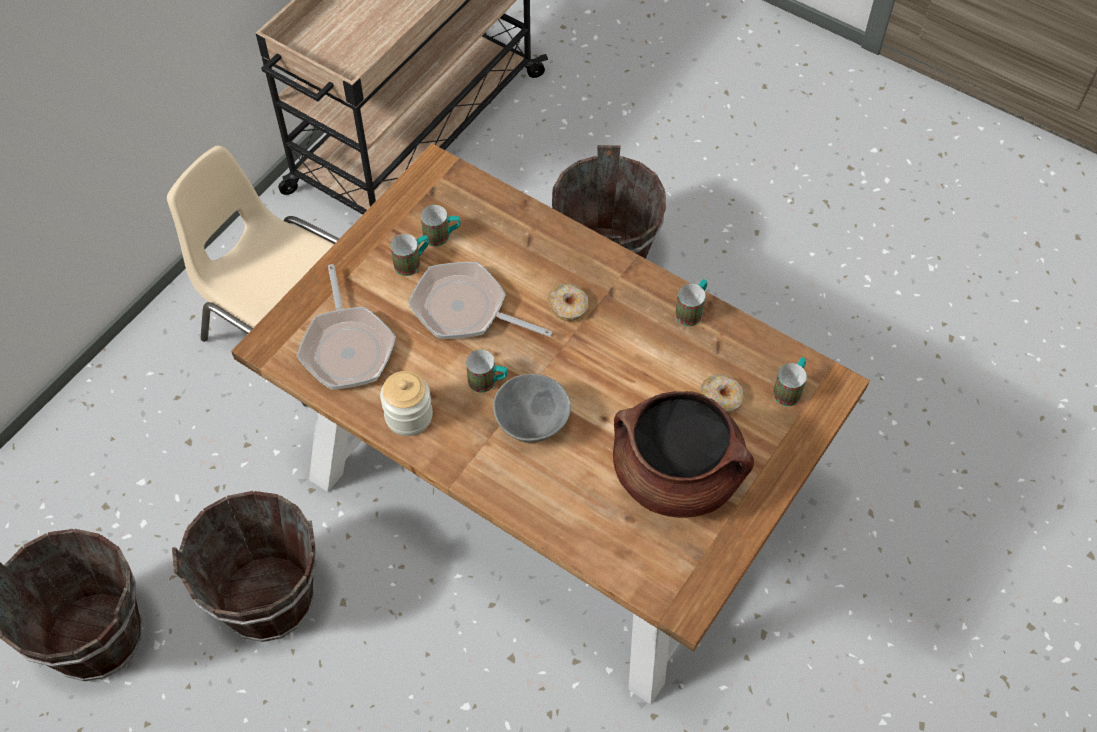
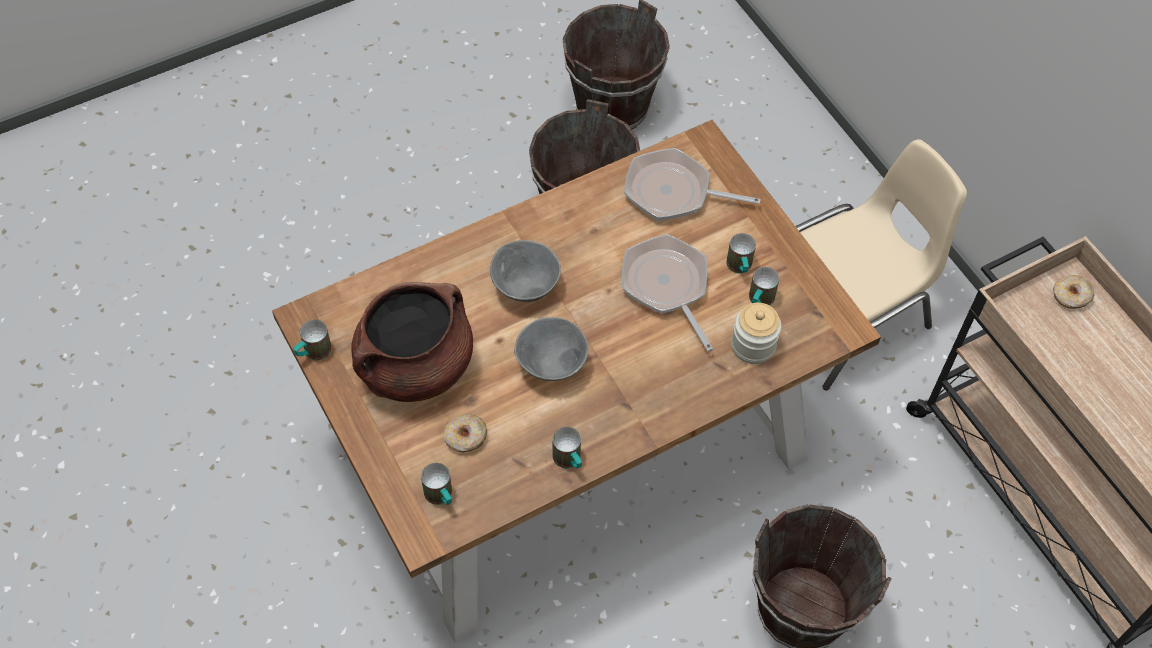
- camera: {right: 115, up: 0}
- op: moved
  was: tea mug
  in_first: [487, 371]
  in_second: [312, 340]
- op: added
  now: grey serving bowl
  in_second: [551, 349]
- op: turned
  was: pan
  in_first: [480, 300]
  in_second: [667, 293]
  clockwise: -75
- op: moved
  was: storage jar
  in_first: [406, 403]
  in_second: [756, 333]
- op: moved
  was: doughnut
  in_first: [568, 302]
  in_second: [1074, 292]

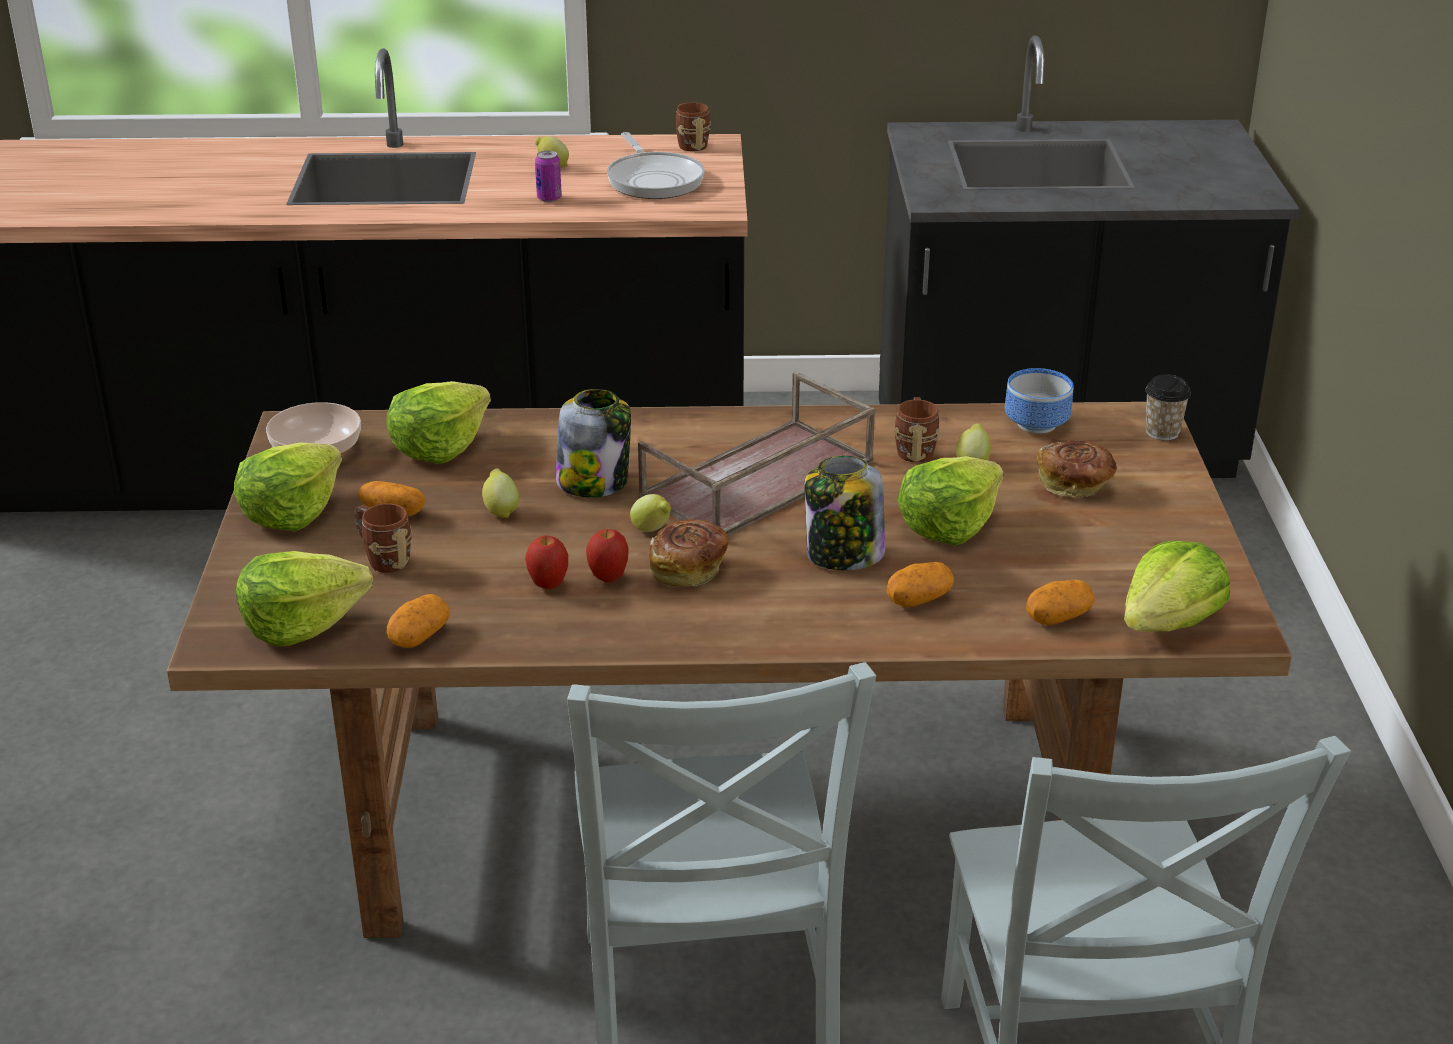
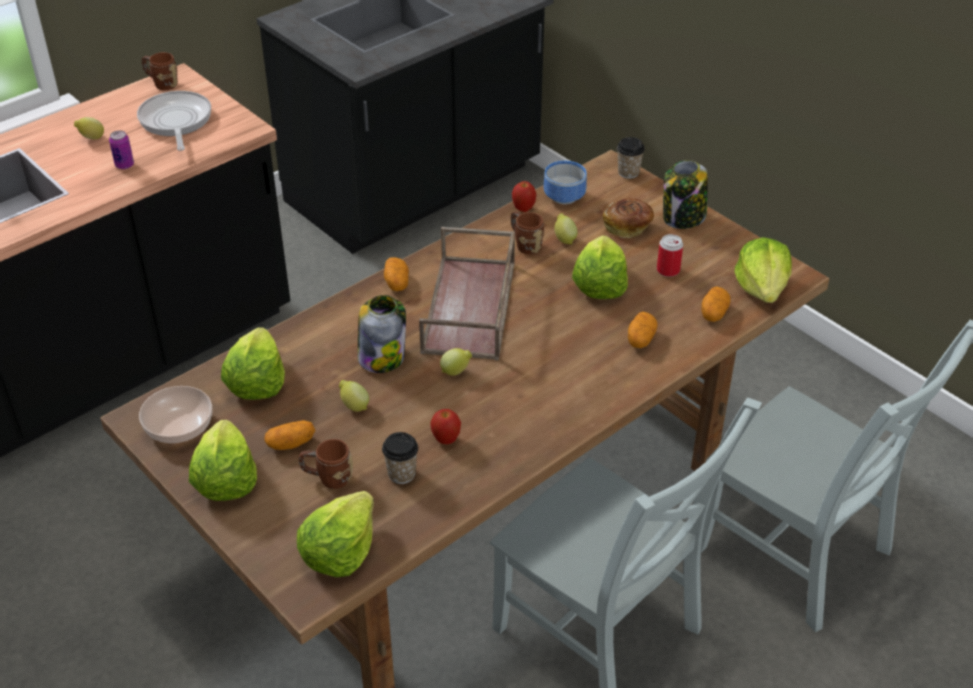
- camera: {right: -40, up: 10}
- op: turned
  was: pan
  in_first: [656, 165]
  in_second: [174, 121]
  clockwise: -135
- op: added
  now: cup
  in_second: [400, 458]
- op: moved
  was: spud
  in_first: [418, 621]
  in_second: [396, 274]
- op: moved
  was: apple fruit
  in_first: [607, 555]
  in_second: [524, 196]
- op: added
  now: can
  in_second: [670, 255]
- op: moved
  was: storage jar
  in_first: [845, 513]
  in_second: [685, 194]
- op: removed
  was: bread
  in_first: [689, 552]

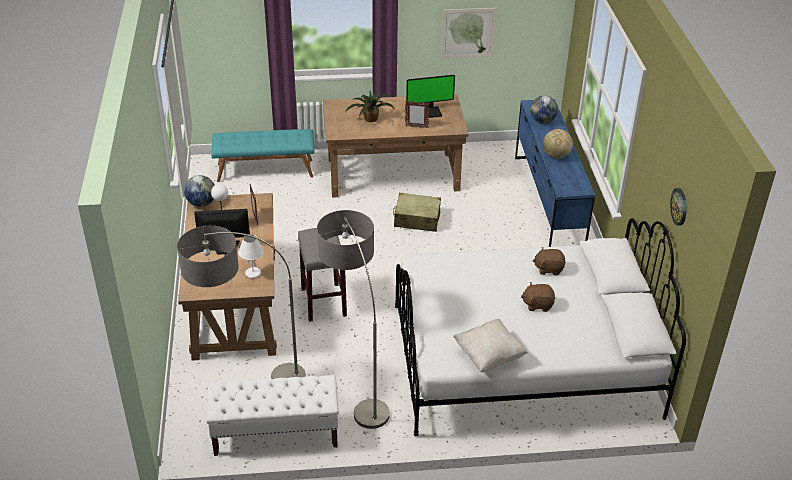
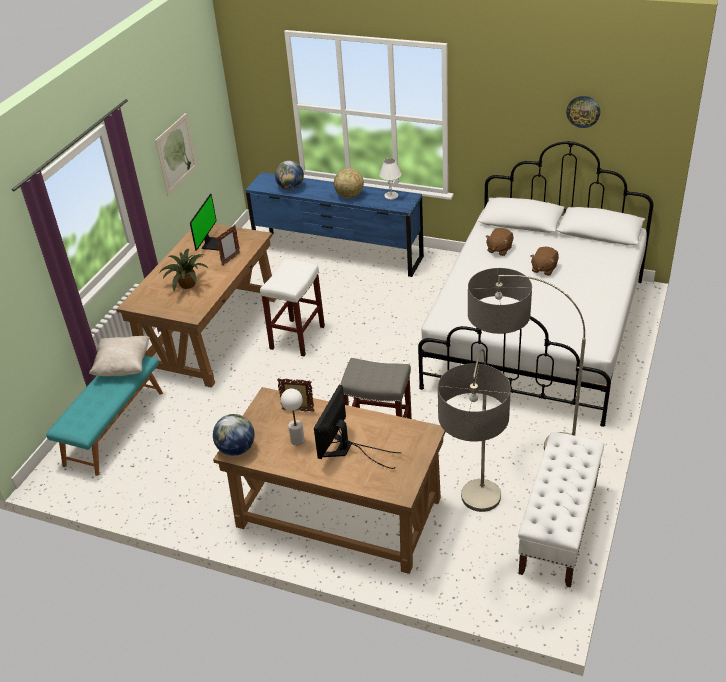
- camera: {right: -60, up: 0}
- op: moved
  was: beige cushion
  in_first: [490, 345]
  in_second: [119, 356]
- op: replaced
  was: beige travel case
  now: white-coloured stool seat
  in_first: [417, 212]
  in_second: [292, 307]
- op: moved
  was: white-coloured table lamp
  in_first: [251, 256]
  in_second: [390, 179]

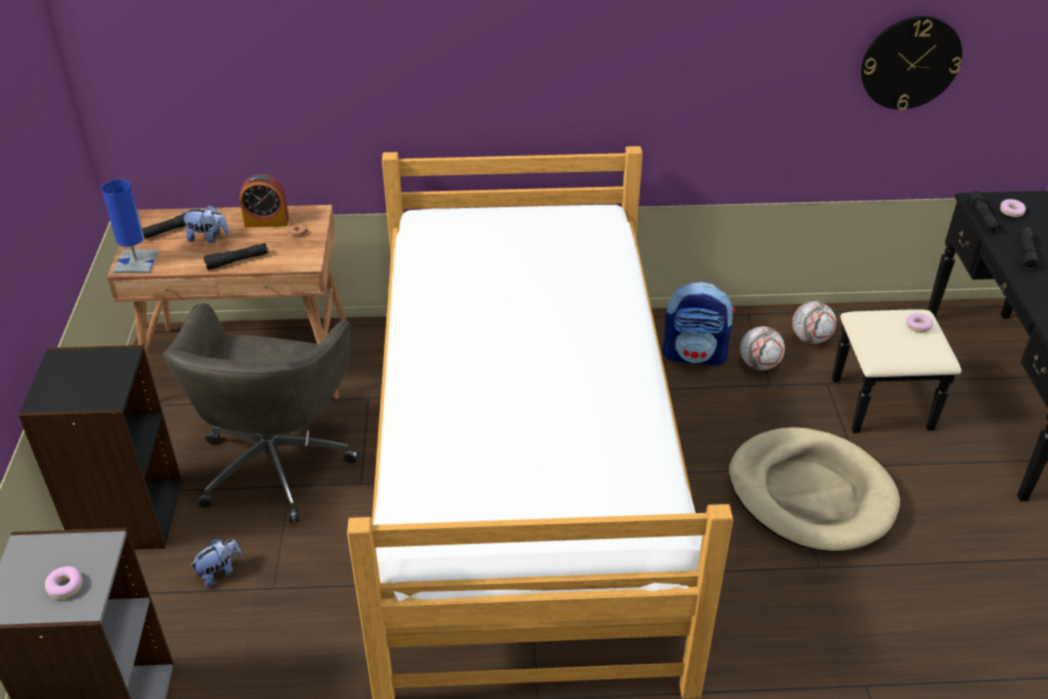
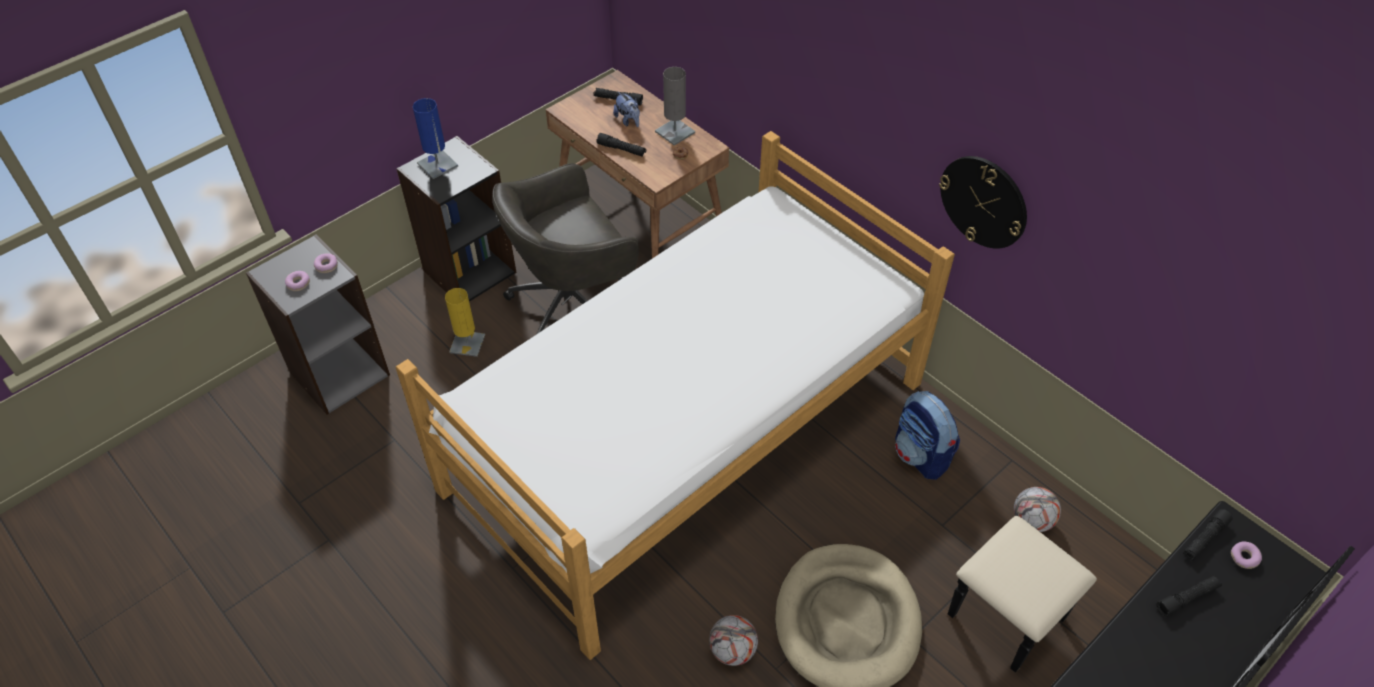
- camera: {right: 50, up: 10}
- op: moved
  was: doughnut
  in_first: [919, 322]
  in_second: [326, 263]
- op: moved
  was: blue-coloured table lamp
  in_first: [130, 226]
  in_second: [435, 138]
- op: replaced
  was: soft toy
  now: yellowish table lamp
  in_first: [216, 562]
  in_second: [465, 322]
- op: replaced
  was: table clock
  now: grey table lamp
  in_first: [264, 200]
  in_second: [675, 106]
- op: moved
  was: football ball
  in_first: [762, 348]
  in_second: [733, 640]
- op: moved
  was: wall clock
  in_first: [911, 63]
  in_second: [983, 202]

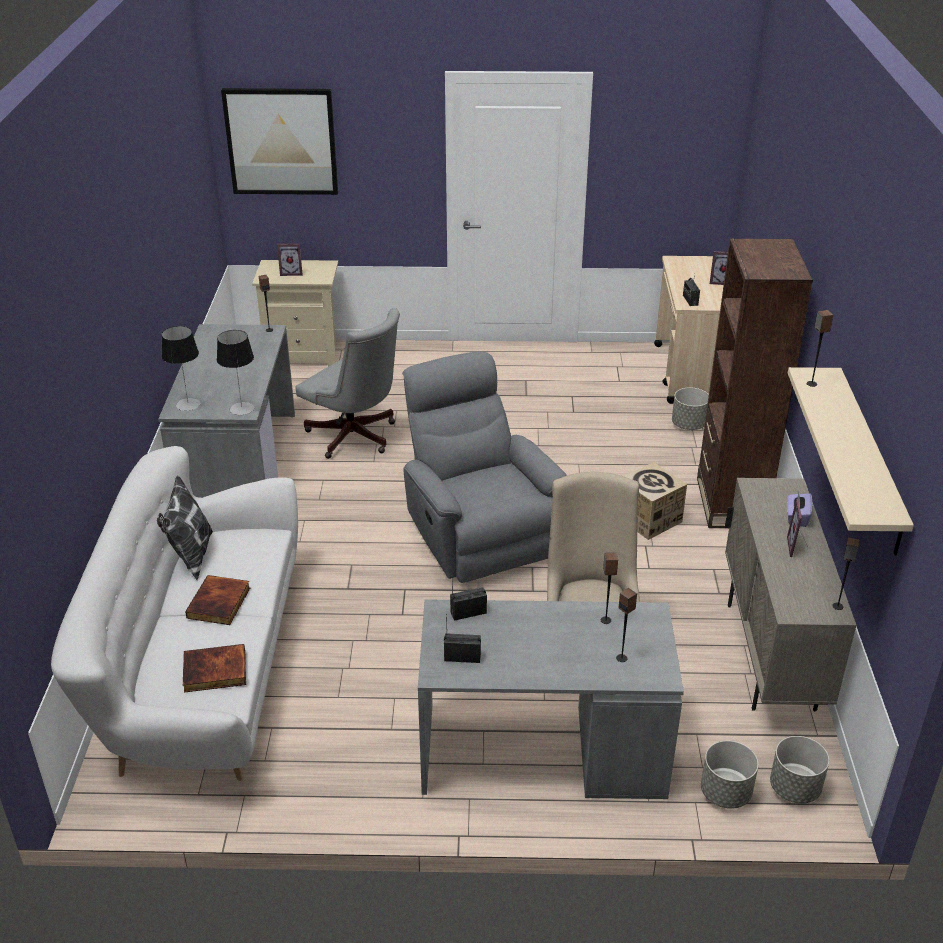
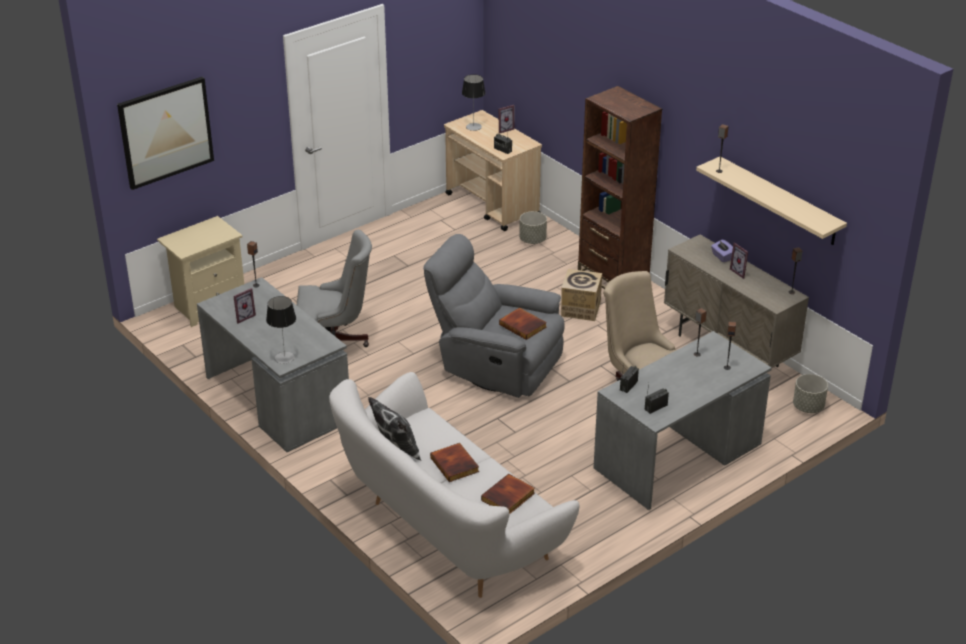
- camera: {right: -40, up: 0}
- op: moved
  was: picture frame
  in_first: [290, 260]
  in_second: [244, 305]
- op: moved
  was: table lamp
  in_first: [235, 372]
  in_second: [473, 102]
- op: added
  now: volume
  in_second: [523, 324]
- op: removed
  was: grey plant pot
  in_first: [729, 775]

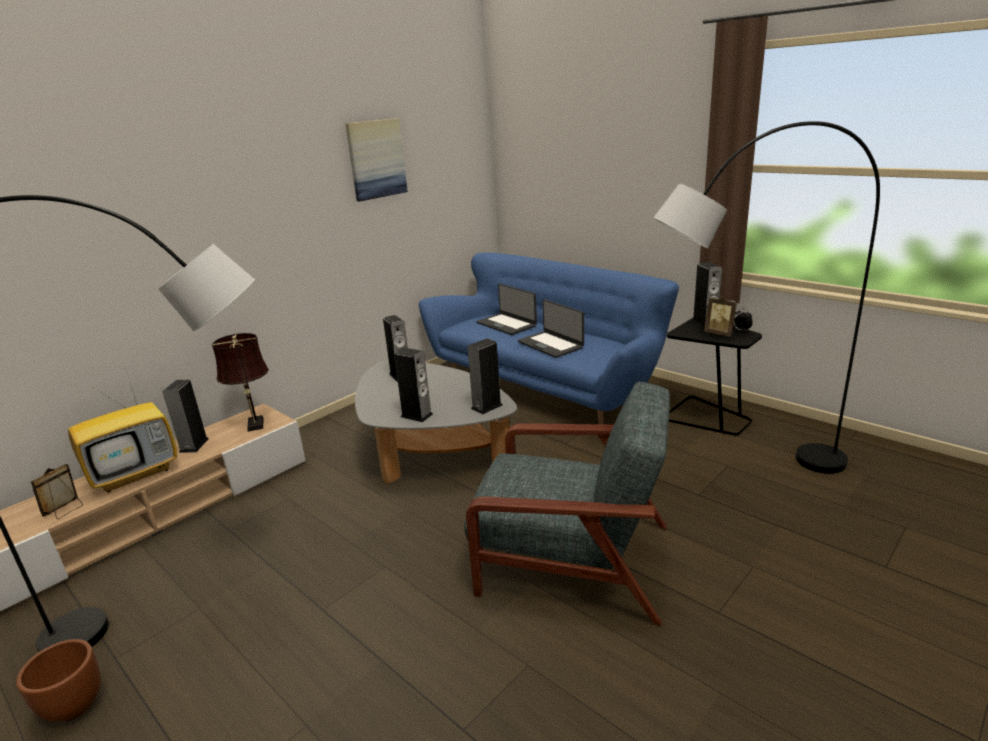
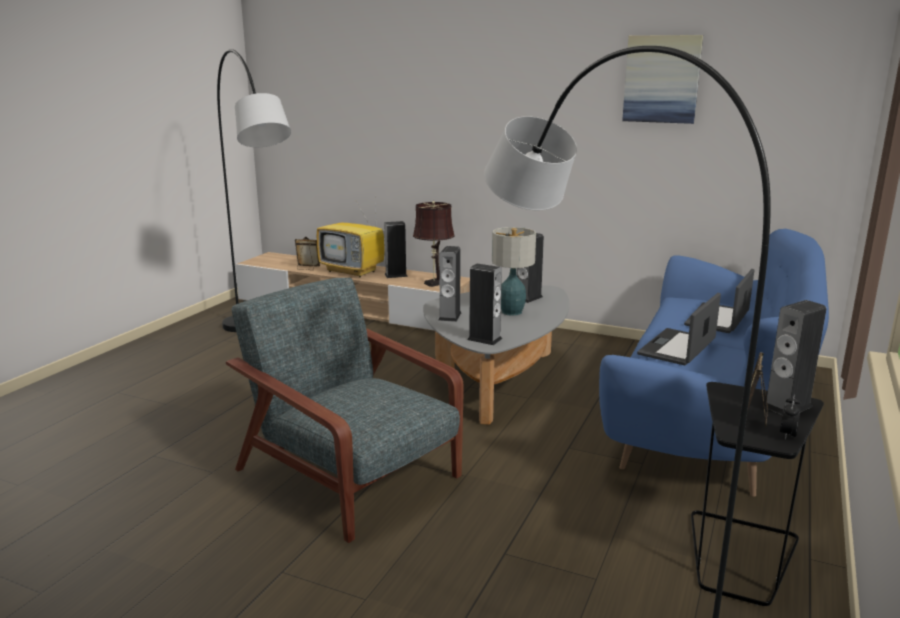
- camera: {right: 70, up: -5}
- op: turned
  was: grey easy chair
  in_first: [567, 503]
  in_second: [345, 410]
  clockwise: 135
- op: added
  now: table lamp
  in_second: [514, 271]
- op: removed
  was: brownish plant pot
  in_first: [58, 680]

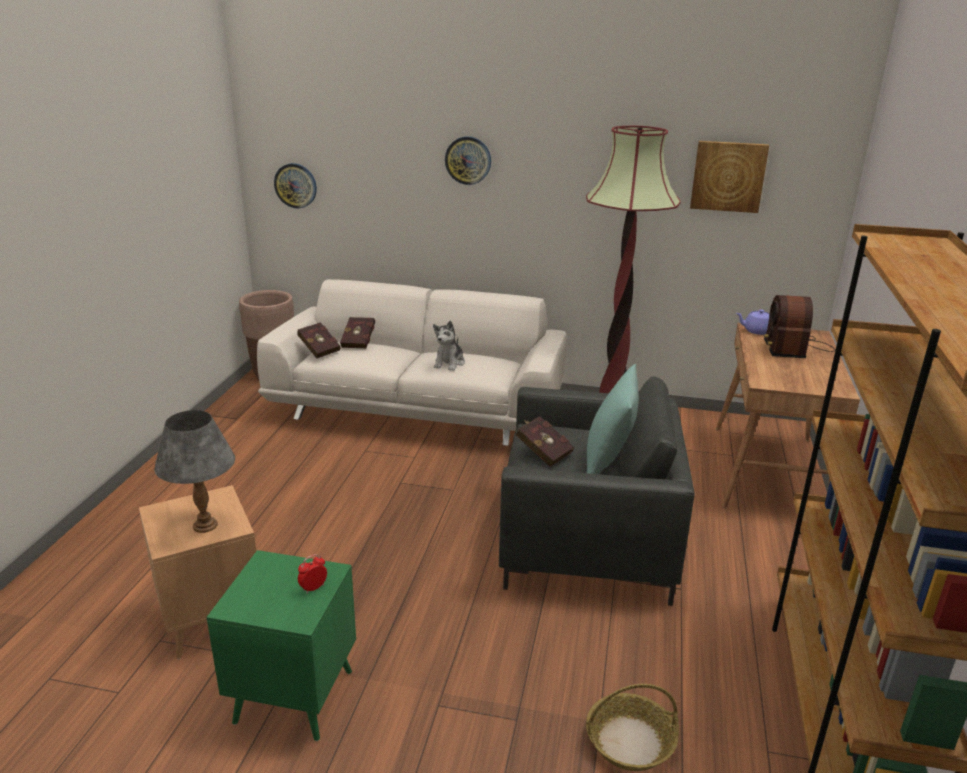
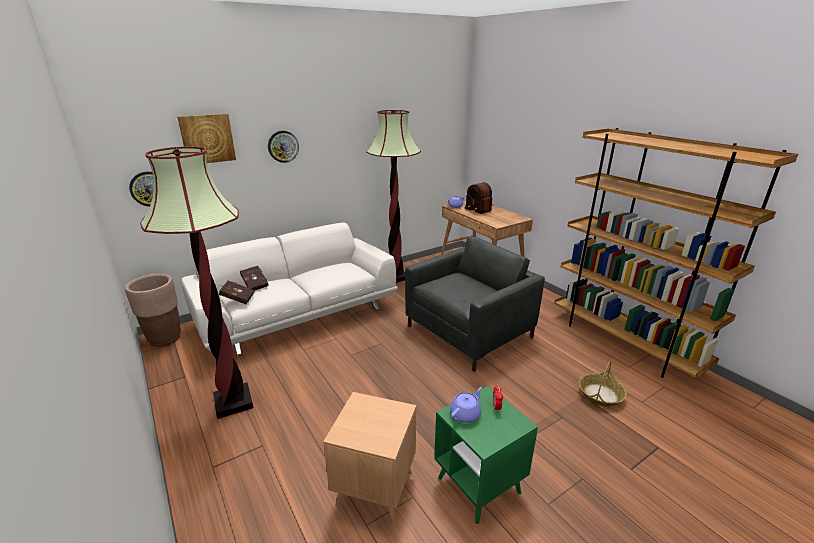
- camera: {right: -45, up: 0}
- op: added
  now: floor lamp
  in_second: [196, 283]
- op: moved
  was: picture
  in_first: [729, 177]
  in_second: [206, 138]
- op: added
  now: purplish pot for tea
  in_second: [466, 405]
- op: removed
  was: grey table lamp
  in_first: [194, 471]
- op: removed
  was: soft toy
  in_first: [449, 346]
- op: removed
  was: red-coloured volume
  in_first: [545, 441]
- op: removed
  was: blue-green cushion
  in_first: [613, 419]

